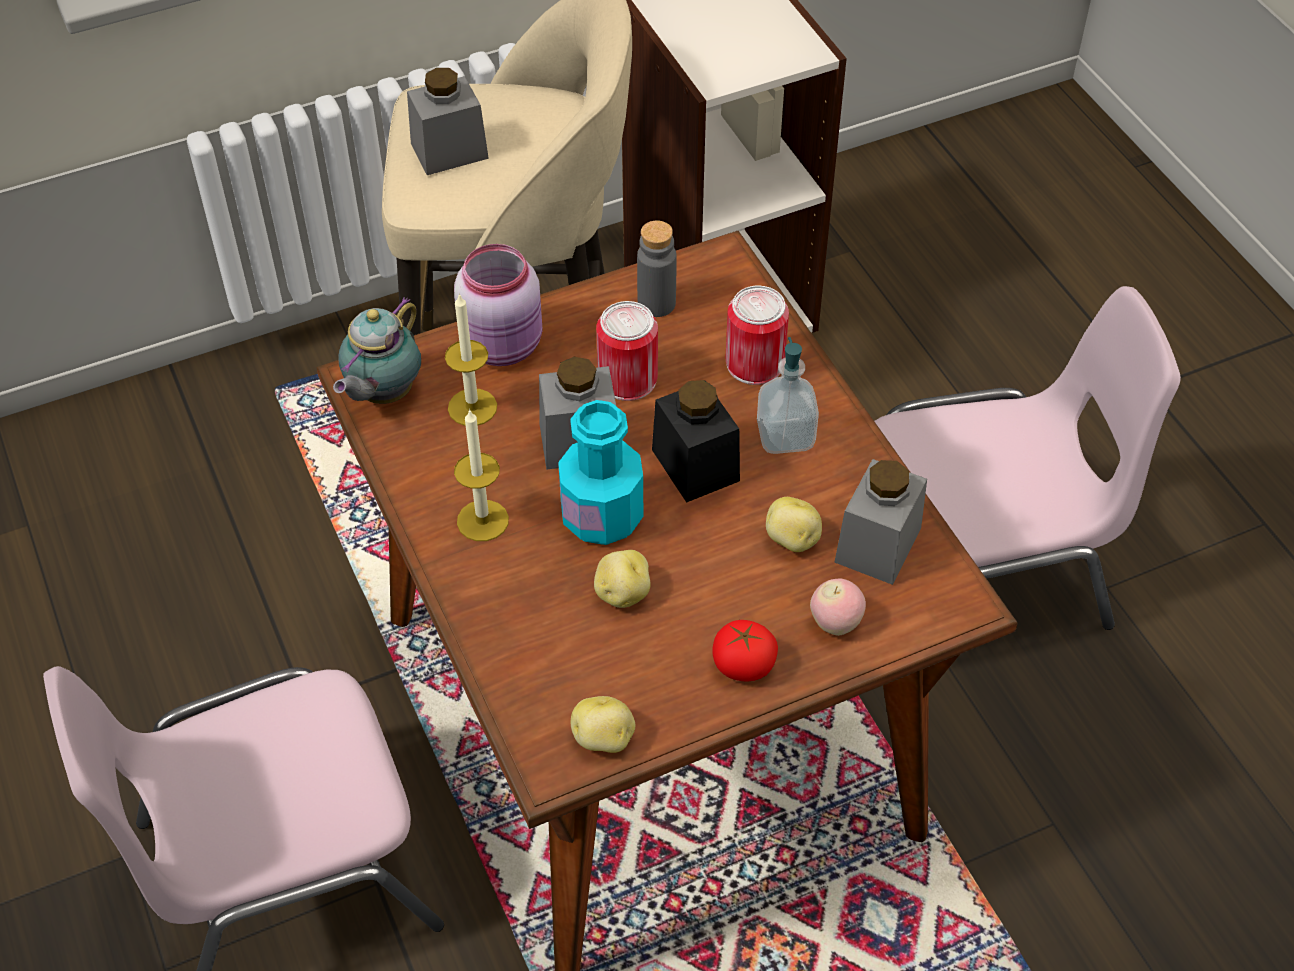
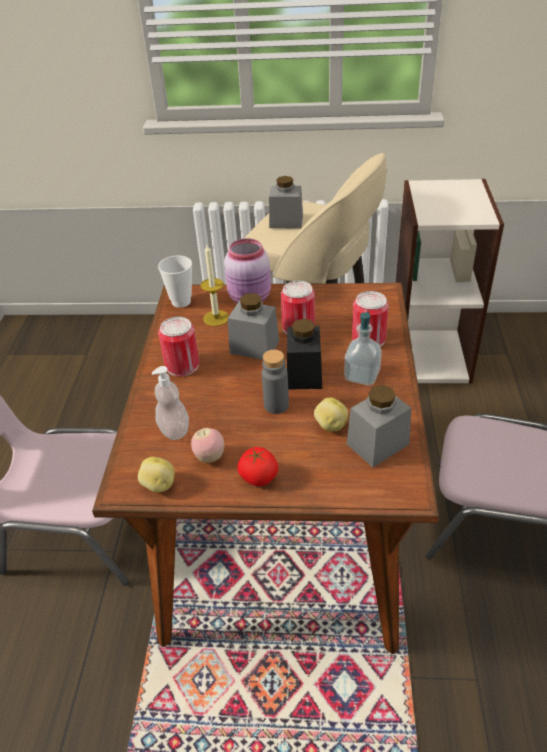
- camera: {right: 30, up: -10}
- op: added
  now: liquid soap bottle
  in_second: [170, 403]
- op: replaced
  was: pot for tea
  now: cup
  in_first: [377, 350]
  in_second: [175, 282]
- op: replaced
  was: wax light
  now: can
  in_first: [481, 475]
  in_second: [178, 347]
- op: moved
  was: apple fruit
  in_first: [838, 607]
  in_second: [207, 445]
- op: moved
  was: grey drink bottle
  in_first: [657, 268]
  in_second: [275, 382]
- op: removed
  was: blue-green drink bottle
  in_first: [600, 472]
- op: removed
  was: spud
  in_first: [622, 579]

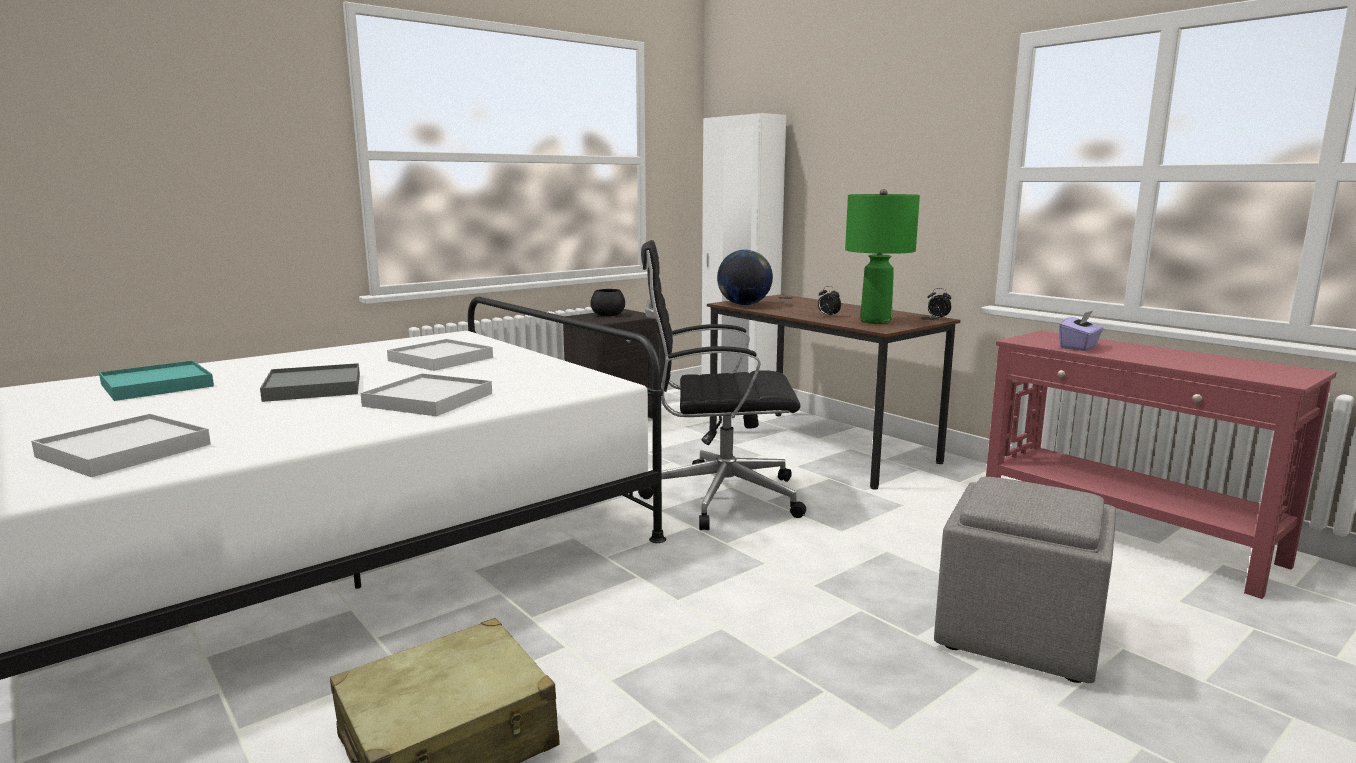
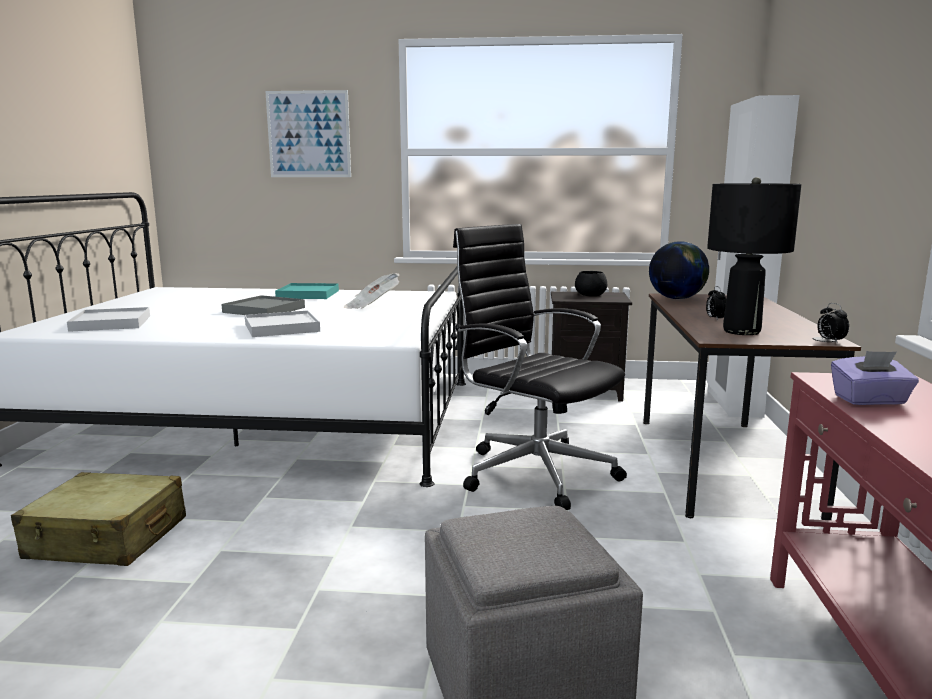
- camera: {right: 45, up: 0}
- op: added
  now: picture
  in_second: [308, 133]
- op: moved
  was: blue-green serving tray
  in_first: [156, 380]
  in_second: [307, 291]
- op: replaced
  was: white-coloured serving tray
  now: daily paper
  in_first: [440, 355]
  in_second: [372, 291]
- op: recoloured
  was: green-coloured table lamp
  now: blackish table lamp
  in_first: [882, 256]
  in_second: [754, 256]

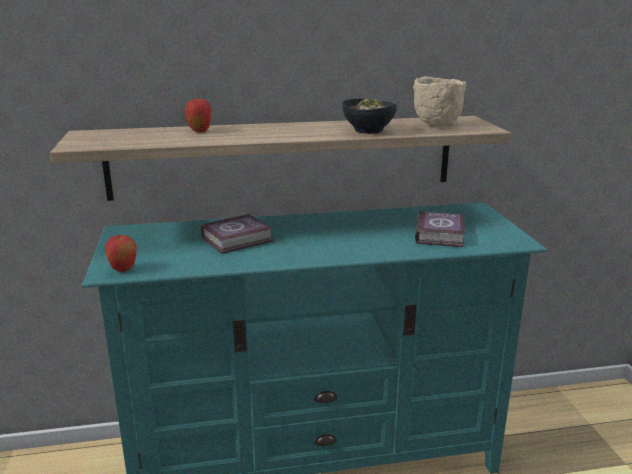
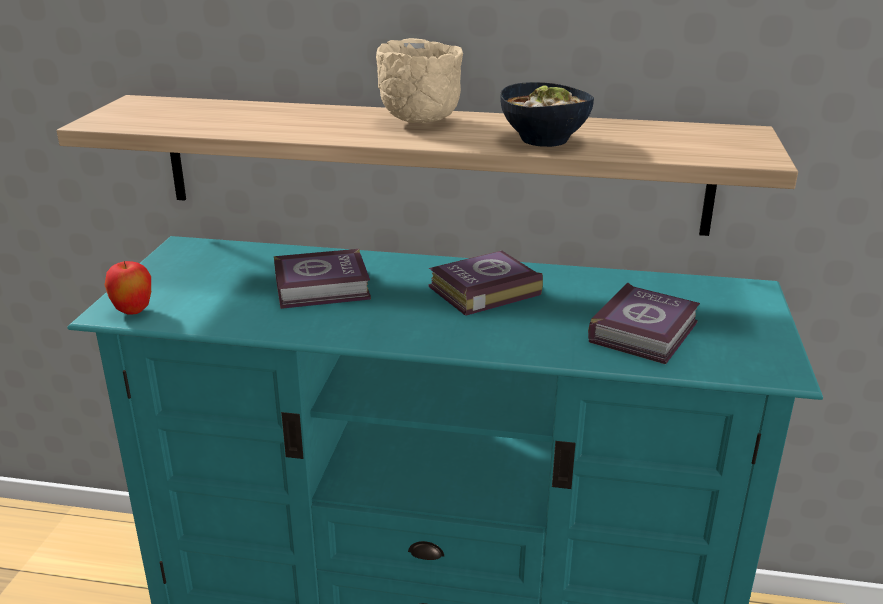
- camera: {right: 20, up: 5}
- op: moved
  was: beige serving bowl
  in_first: [439, 101]
  in_second: [419, 80]
- op: added
  now: volume
  in_second: [486, 283]
- op: removed
  was: apple fruit
  in_first: [198, 115]

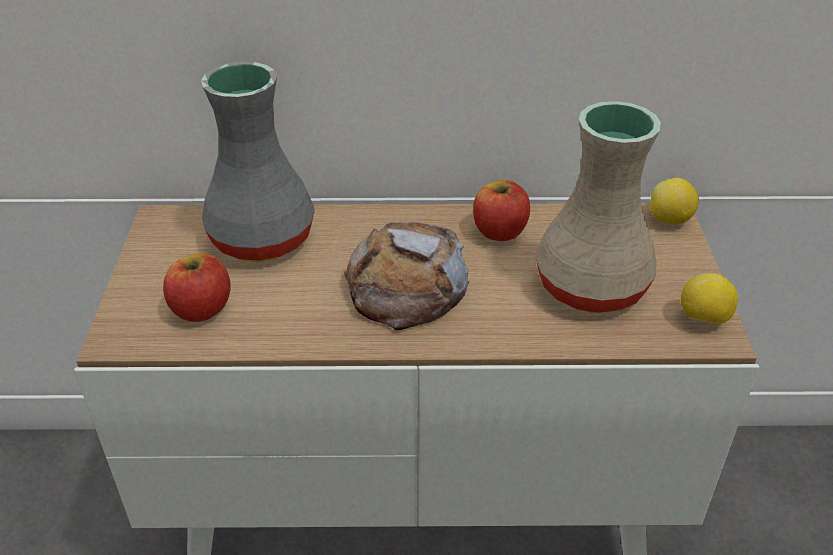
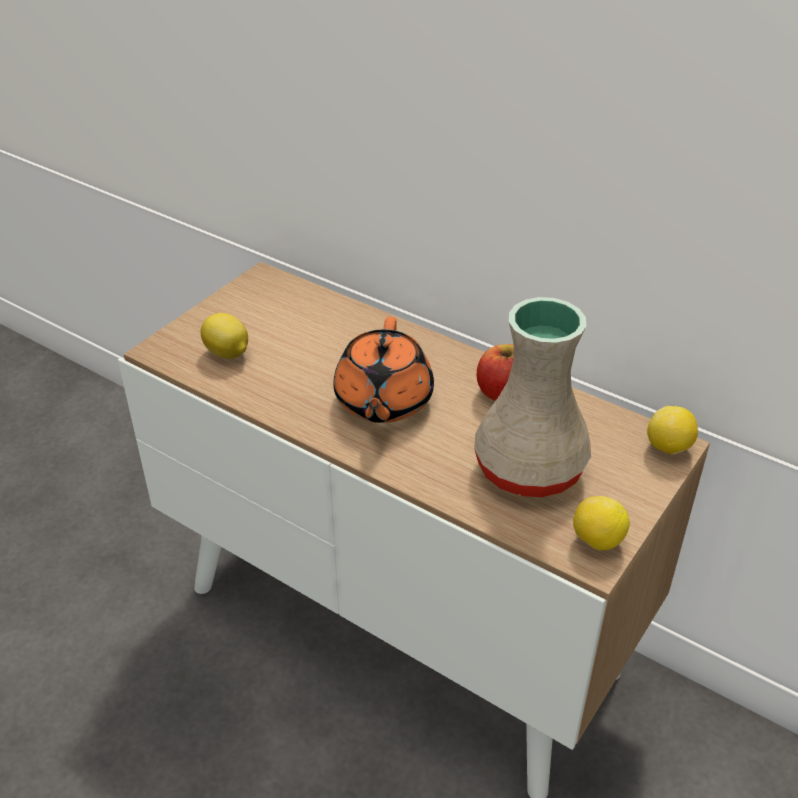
- camera: {right: 35, up: 0}
- op: replaced
  was: apple fruit
  now: whole lemon
  in_first: [197, 287]
  in_second: [224, 336]
- op: replaced
  was: bread
  now: orange-coloured pot for tea
  in_first: [406, 275]
  in_second: [383, 370]
- op: removed
  was: grey vase
  in_first: [258, 161]

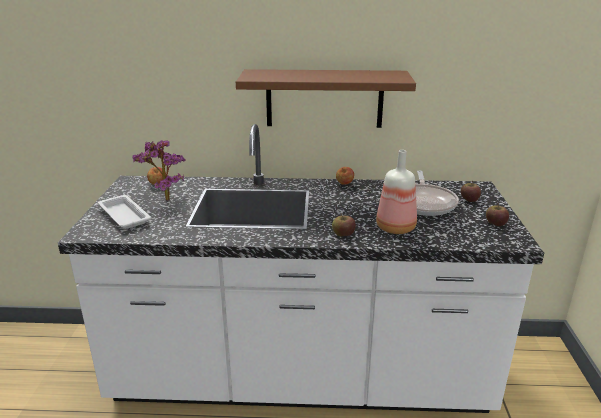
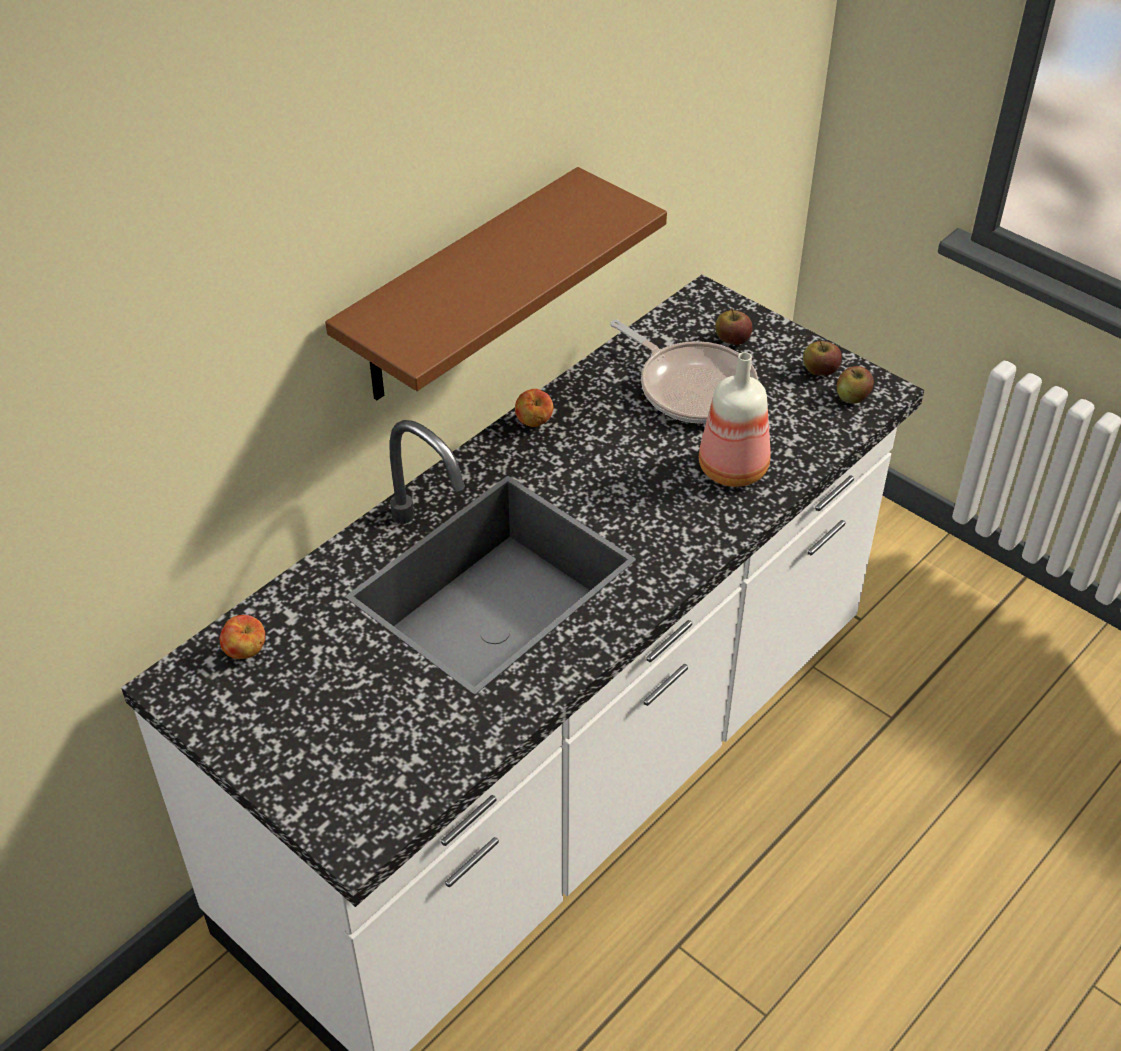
- camera: {right: -50, up: 20}
- op: moved
  was: apple fruit
  in_first: [344, 225]
  in_second: [855, 385]
- op: removed
  was: white-coloured serving tray
  in_first: [125, 212]
- op: removed
  was: houseplant
  in_first: [159, 170]

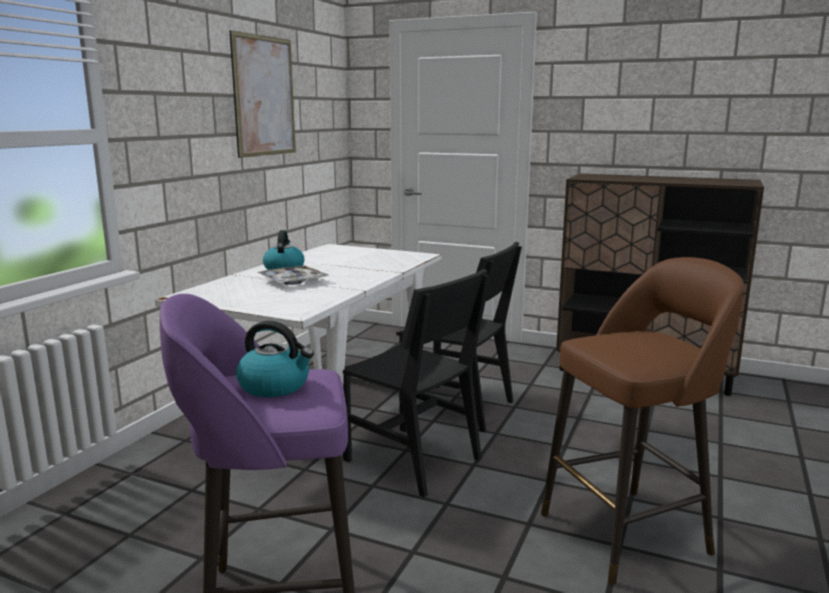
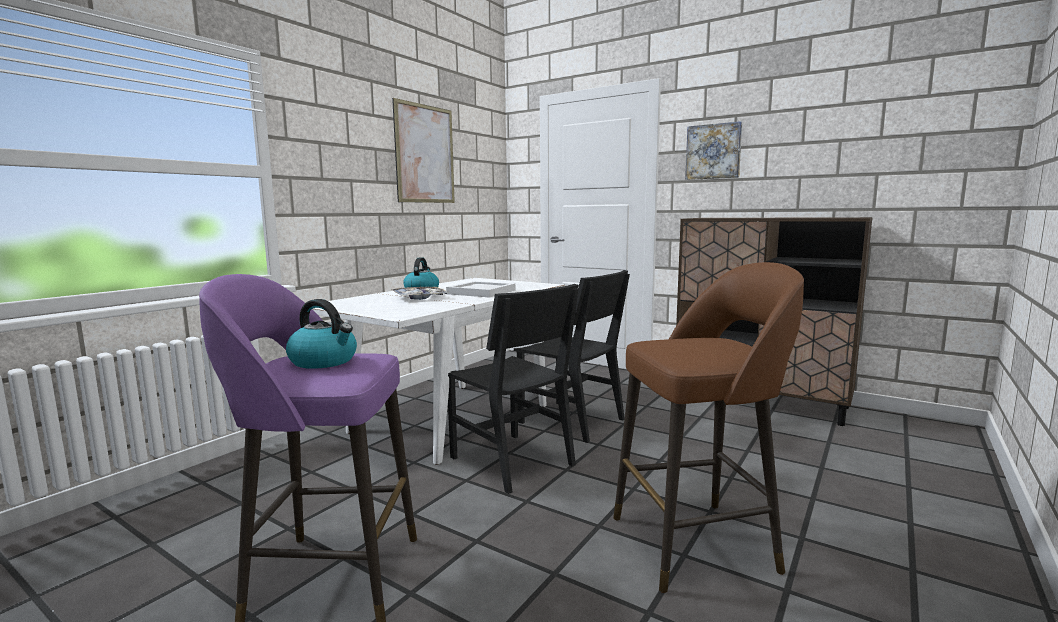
- camera: {right: 10, up: -5}
- op: added
  now: white-coloured serving tray
  in_second: [480, 289]
- op: added
  now: picture
  in_second: [713, 150]

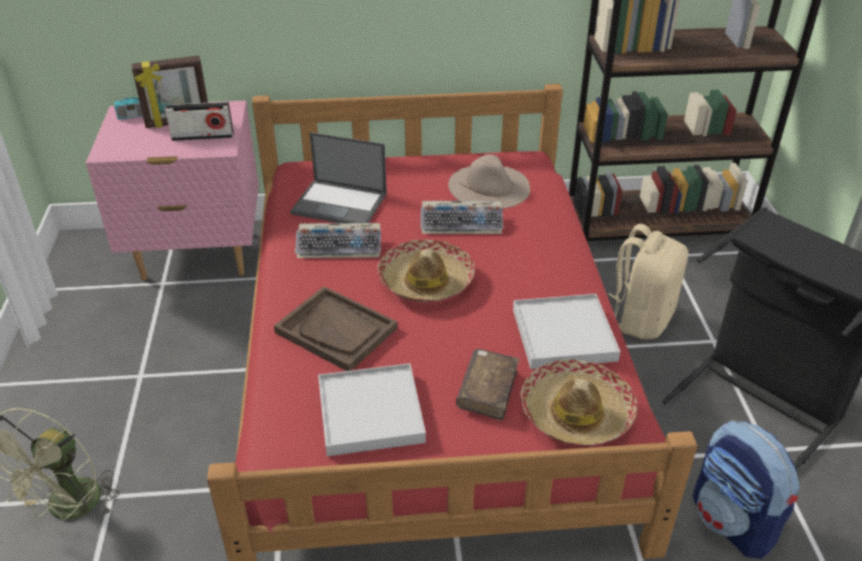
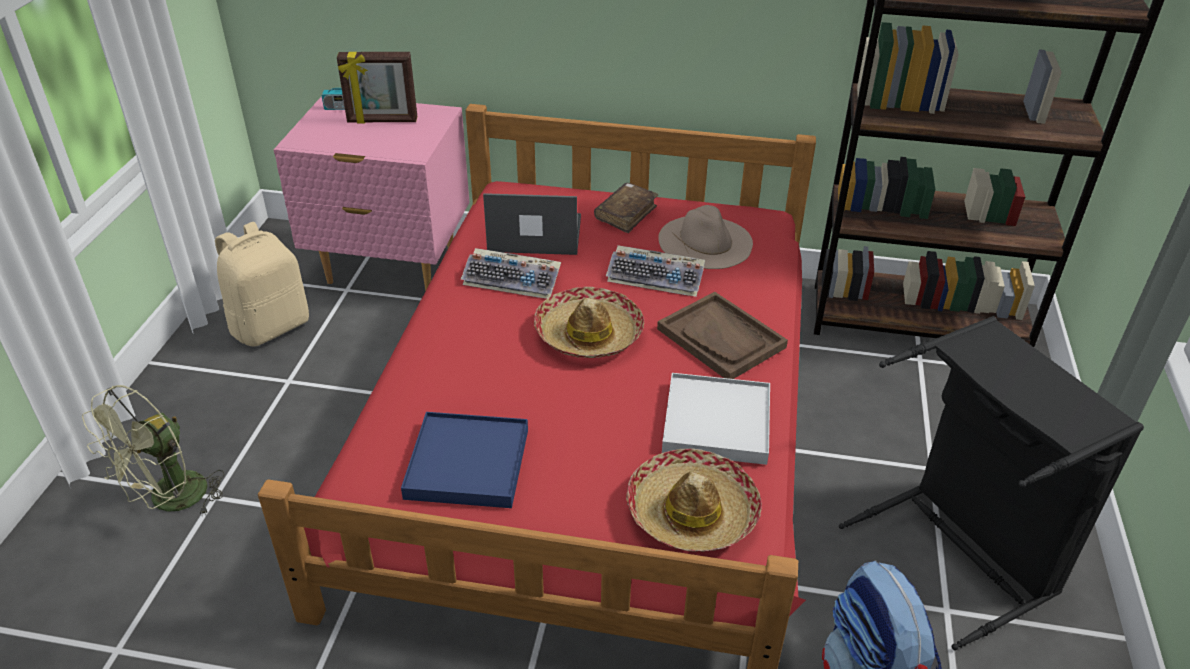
- camera: {right: 15, up: 0}
- op: moved
  was: beige rucksack
  in_first: [648, 282]
  in_second: [262, 284]
- op: recoloured
  was: white-coloured serving tray
  now: blue-coloured serving tray
  in_first: [372, 409]
  in_second: [464, 460]
- op: turned
  was: portable computer
  in_first: [338, 177]
  in_second: [532, 224]
  clockwise: 150
- op: moved
  was: brownish volume
  in_first: [487, 385]
  in_second: [626, 208]
- op: moved
  was: brownish serving tray
  in_first: [335, 328]
  in_second: [722, 335]
- op: removed
  was: radio receiver
  in_first: [199, 121]

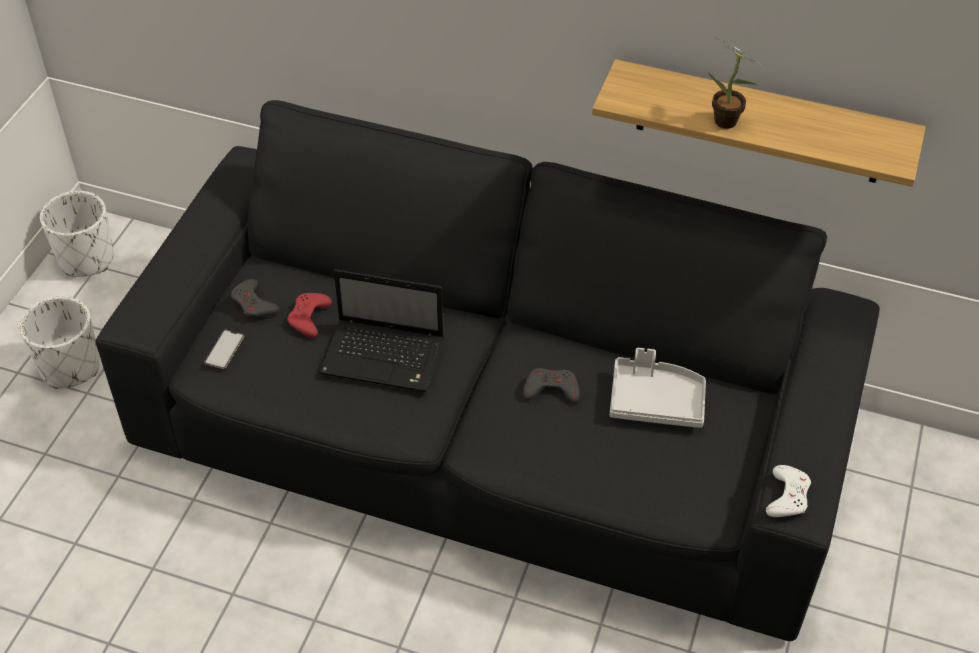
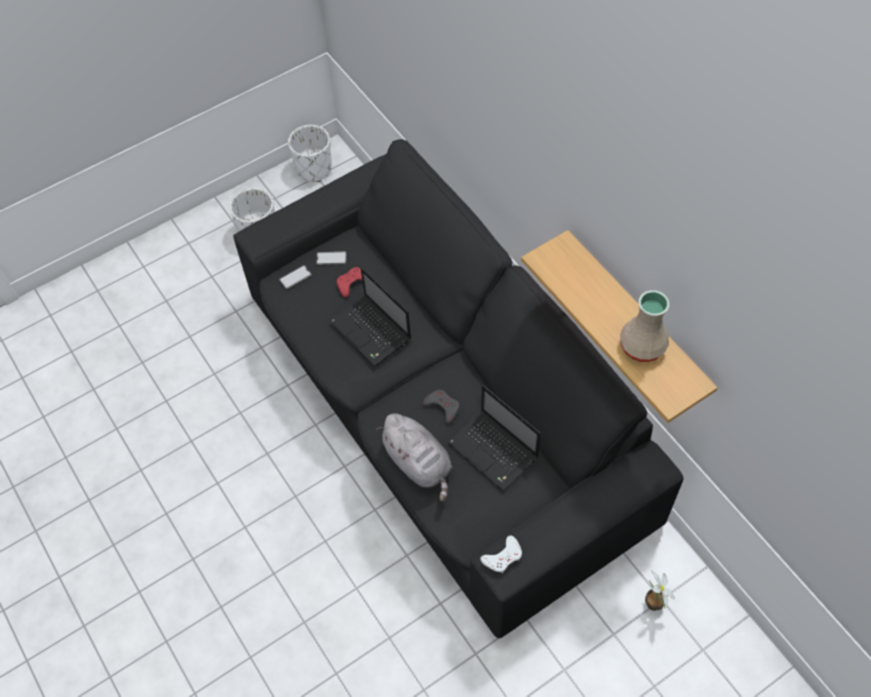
- camera: {right: 40, up: 10}
- op: replaced
  was: grey gamepad
  now: phone
  in_first: [255, 299]
  in_second: [331, 258]
- op: added
  now: grey soft toy
  in_second: [414, 457]
- op: replaced
  was: grey serving tray
  now: portable computer
  in_first: [658, 388]
  in_second: [494, 438]
- op: added
  now: beige vase
  in_second: [644, 326]
- op: moved
  was: houseplant
  in_first: [736, 83]
  in_second: [660, 590]

